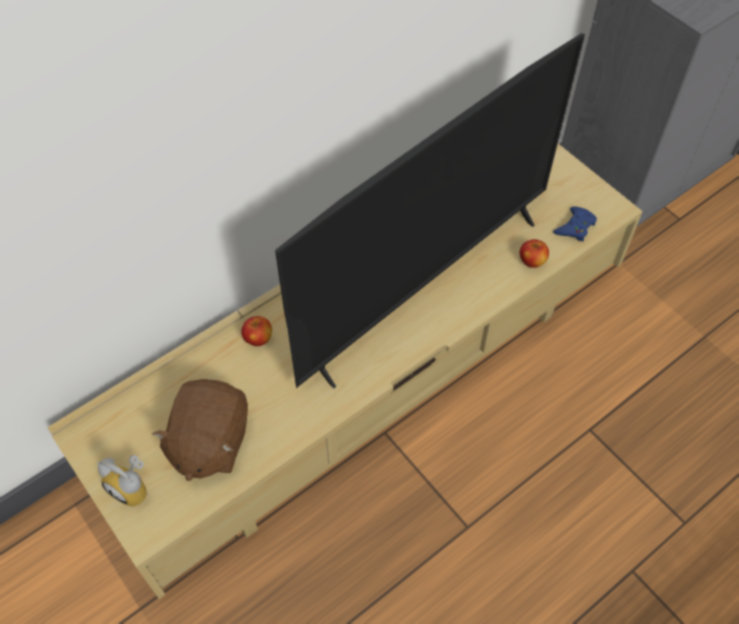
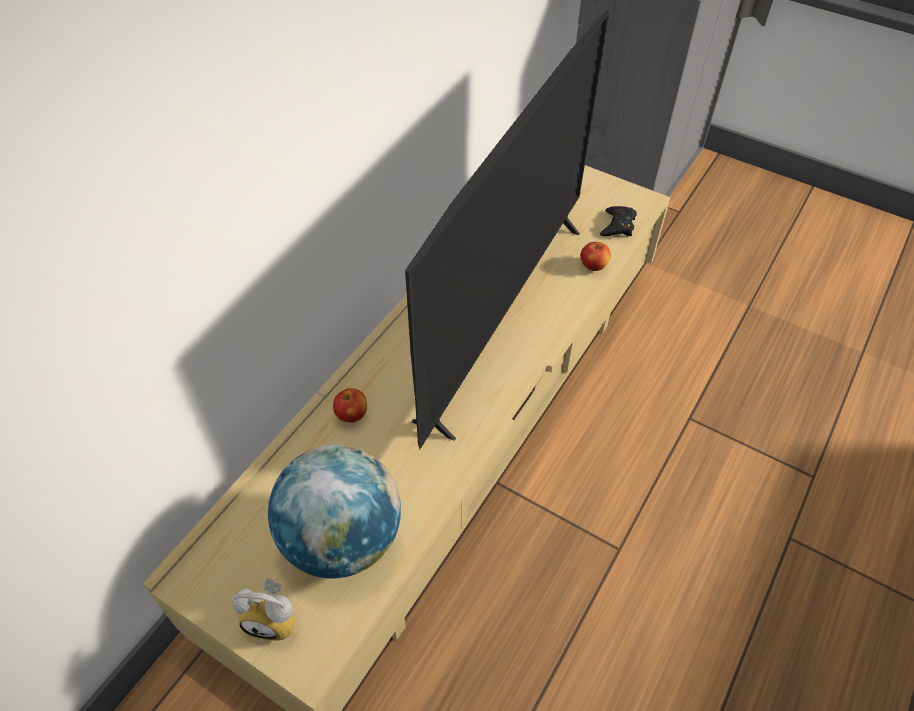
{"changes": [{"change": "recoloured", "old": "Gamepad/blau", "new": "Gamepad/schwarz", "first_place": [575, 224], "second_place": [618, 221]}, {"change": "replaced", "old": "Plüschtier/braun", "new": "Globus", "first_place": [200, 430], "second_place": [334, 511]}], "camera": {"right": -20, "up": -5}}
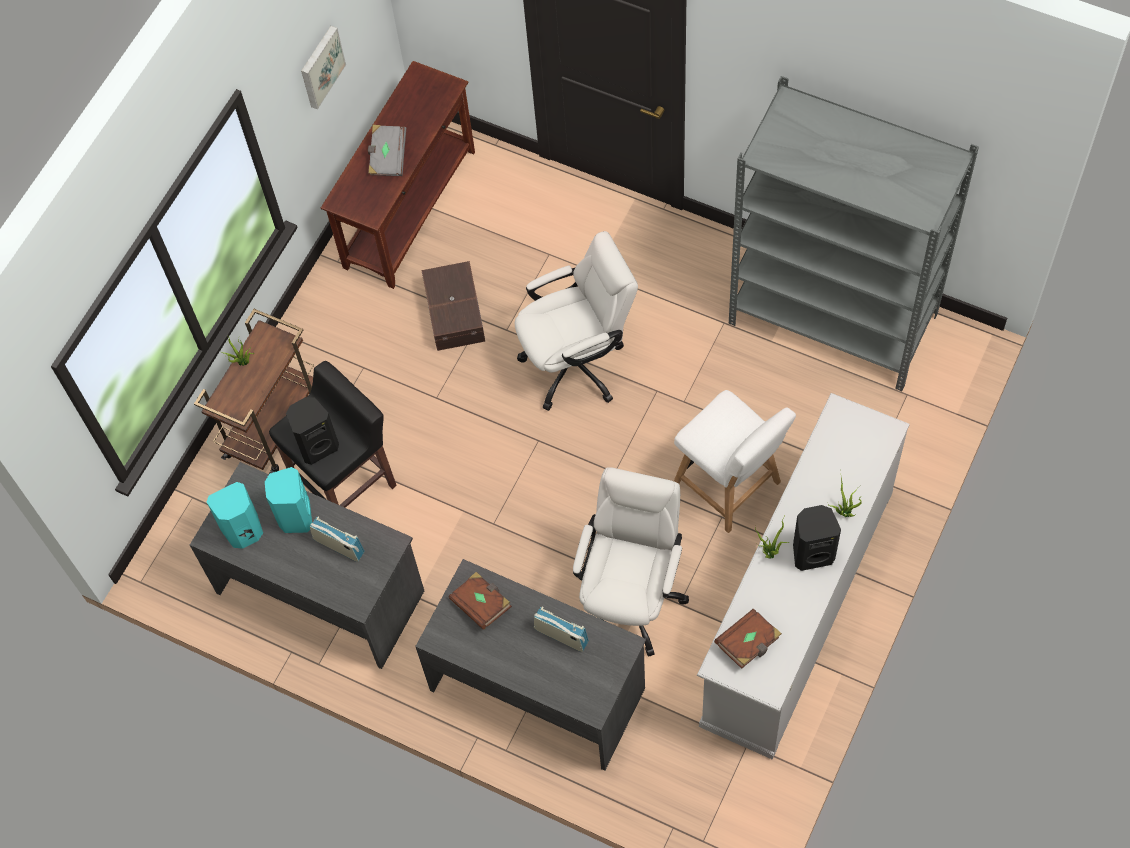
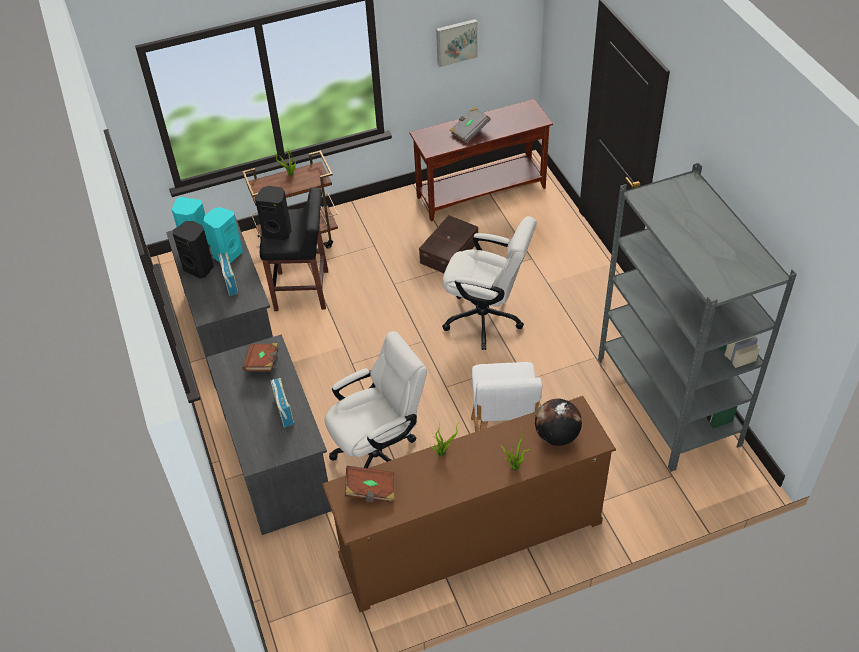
{"changes": [{"change": "recoloured", "old": "Schrank/weiß", "new": "Schrank/braun", "first_place": [803, 576], "second_place": [469, 504]}, {"change": "moved", "old": "Lautsprecher/schwarz", "first_place": [817, 538], "second_place": [193, 250]}, {"change": "added", "new": "Globus", "second_place": [558, 422]}], "camera": {"right": 40, "up": -15}}
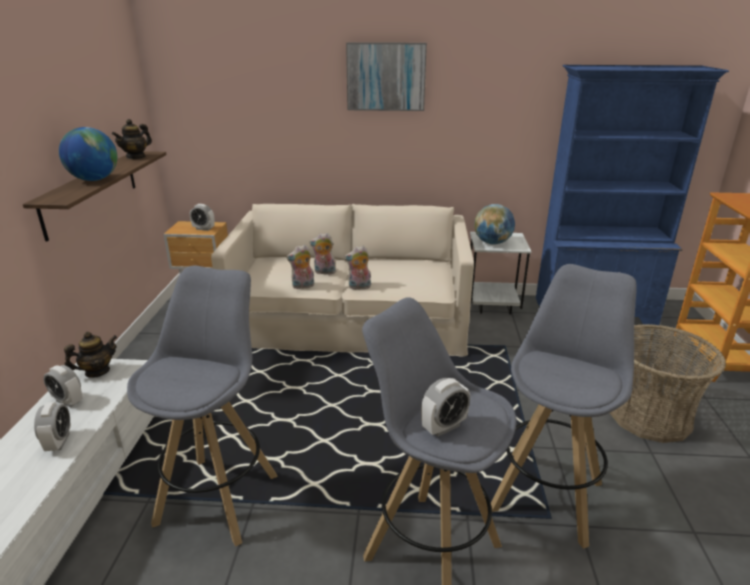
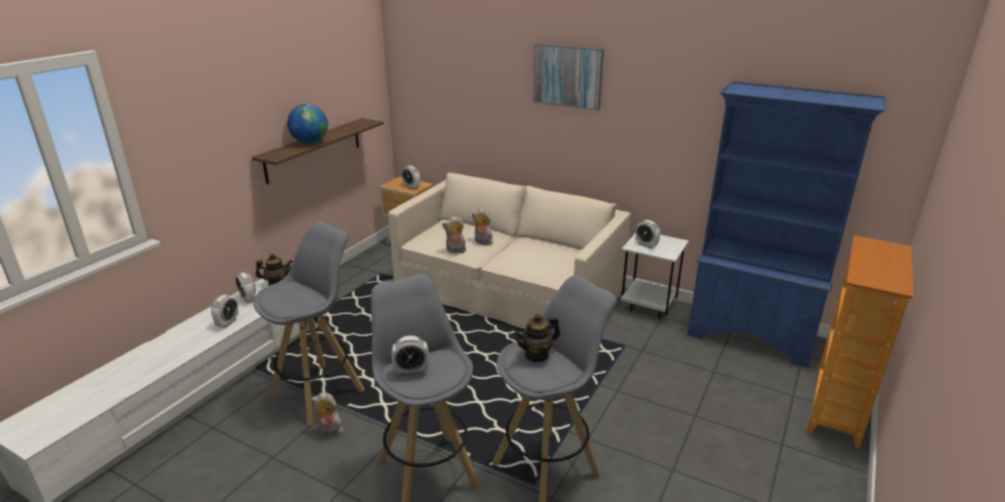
{"changes": [{"change": "moved", "old": "Teekanne", "first_place": [132, 139], "second_place": [537, 338]}, {"change": "replaced", "old": "Globus", "new": "Wecker", "first_place": [494, 224], "second_place": [647, 234]}, {"change": "moved", "old": "Plüschtier", "first_place": [357, 268], "second_place": [327, 414]}, {"change": "removed", "old": "Korb", "first_place": [668, 383]}], "camera": {"right": 25, "up": 0}}
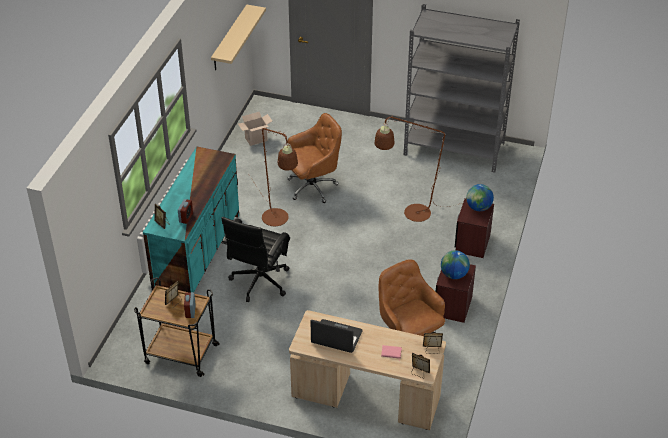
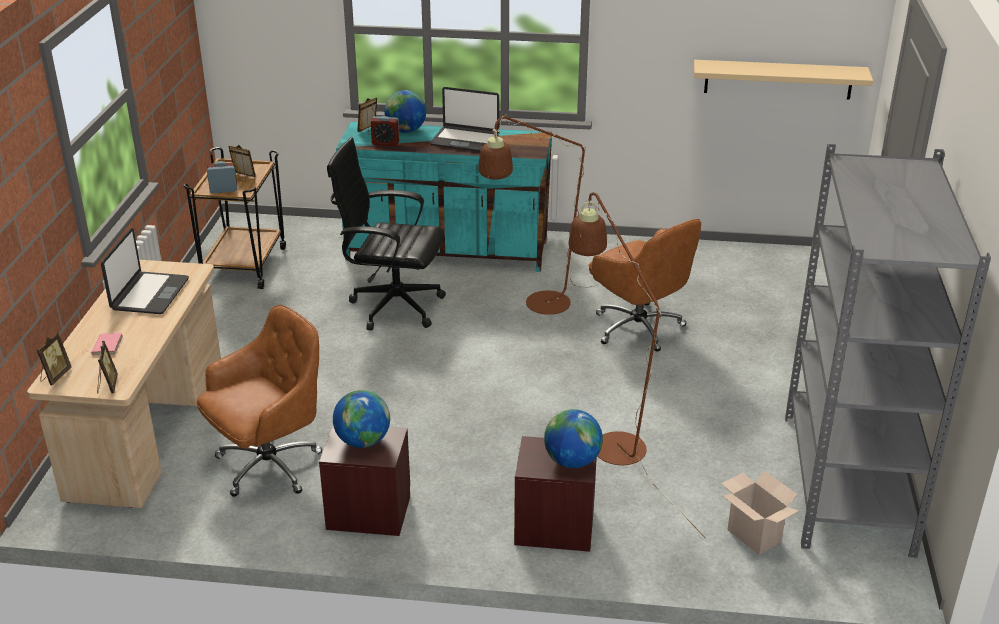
{"changes": [{"change": "moved", "old": "Karton", "first_place": [255, 129], "second_place": [760, 513]}, {"change": "added", "new": "Laptop", "second_place": [464, 119]}, {"change": "added", "new": "Globus", "second_place": [405, 111]}], "camera": {"right": 80, "up": -10}}
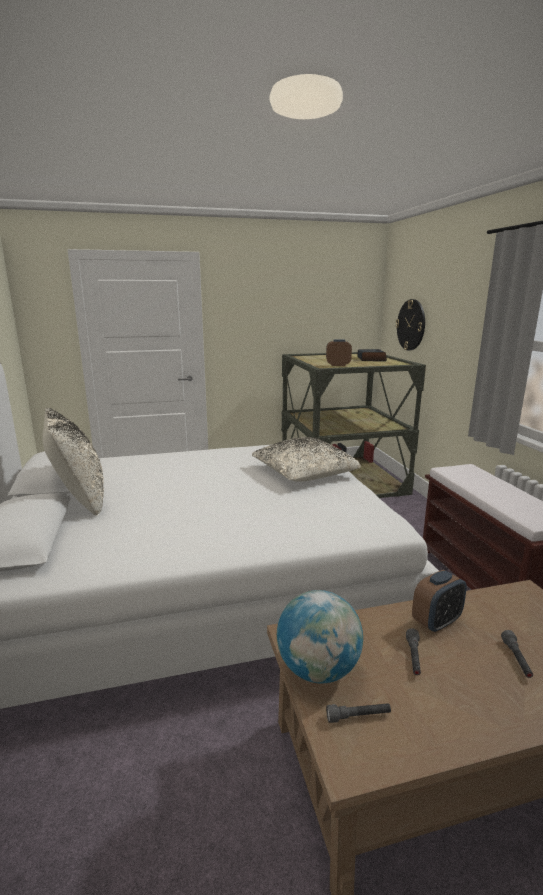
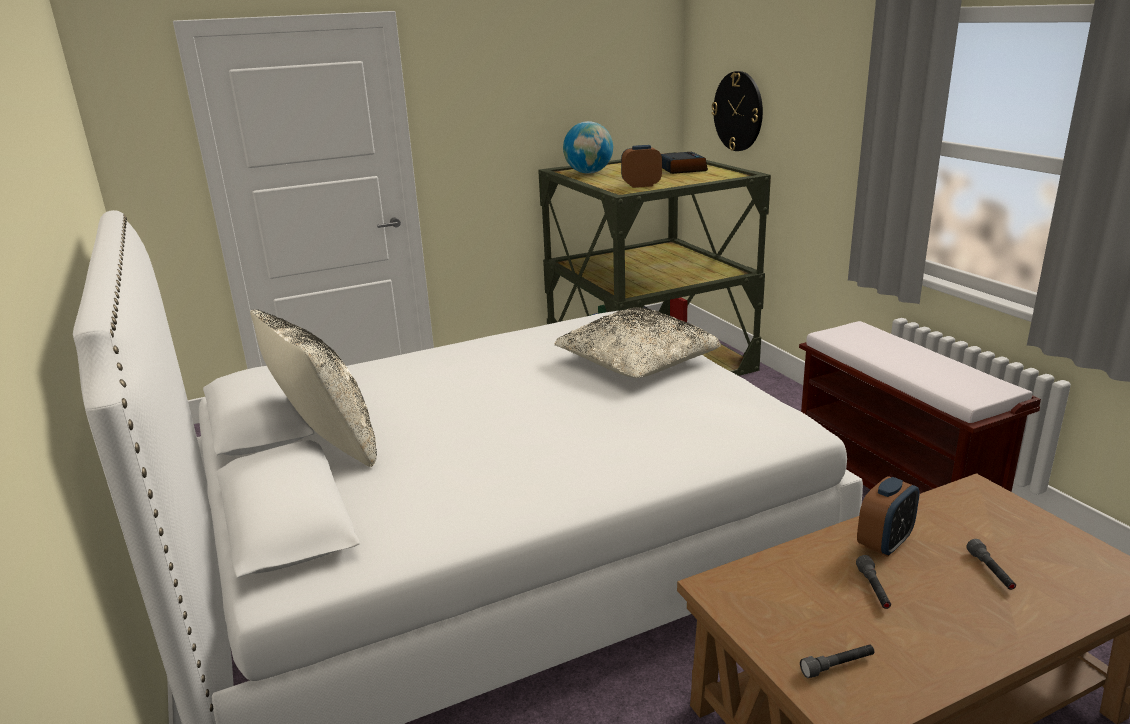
{"changes": [{"change": "moved", "old": "Globus", "first_place": [320, 637], "second_place": [588, 147]}], "camera": {"right": -10, "up": 5}}
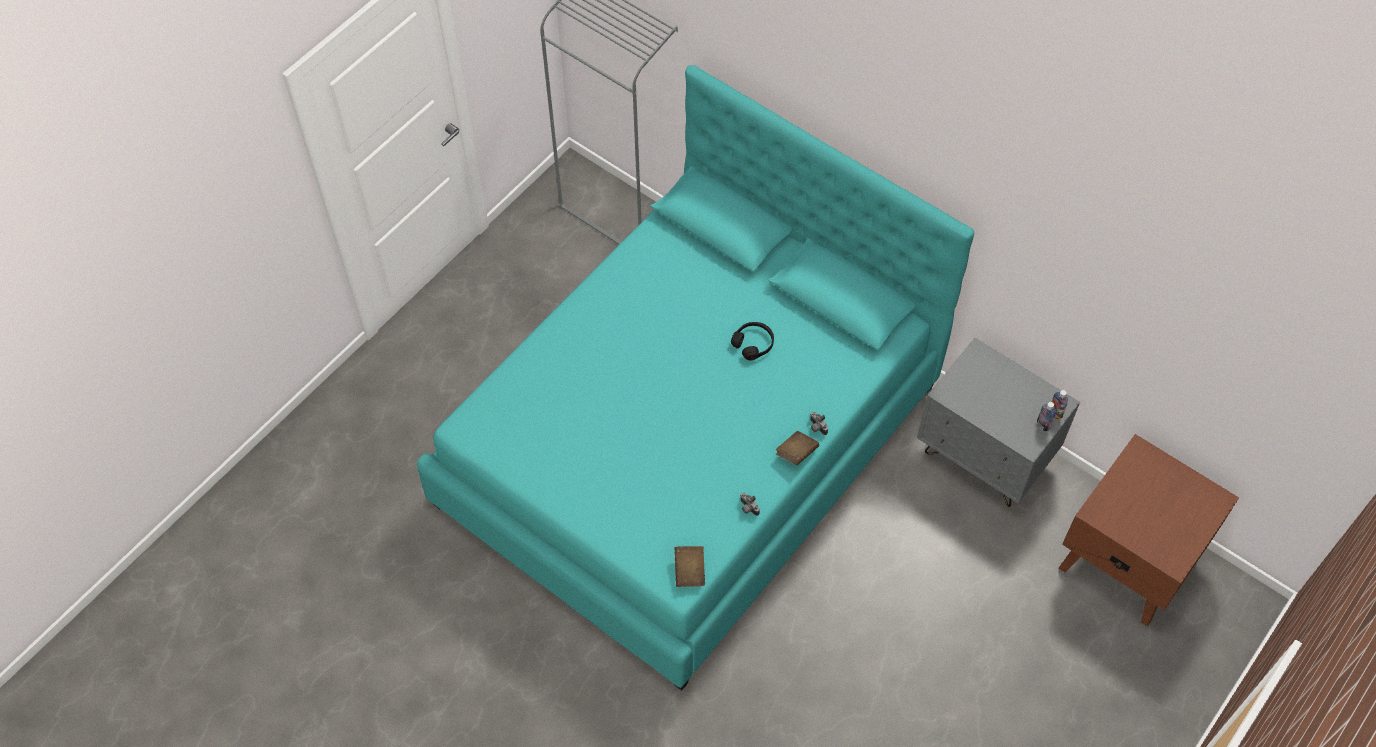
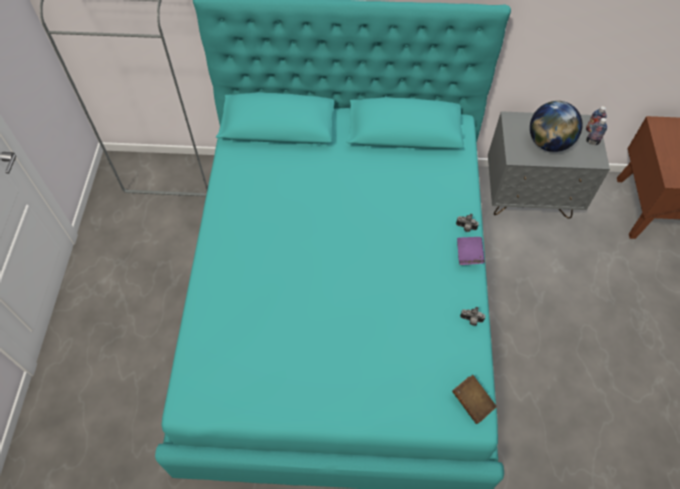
{"changes": [{"change": "removed", "old": "Kopfhörer/schwarz", "first_place": [752, 341]}, {"change": "recoloured", "old": "Buch/braun", "new": "Buch/lila", "first_place": [797, 448], "second_place": [471, 251]}, {"change": "added", "new": "Globus", "second_place": [556, 126]}], "camera": {"right": -35, "up": 0}}
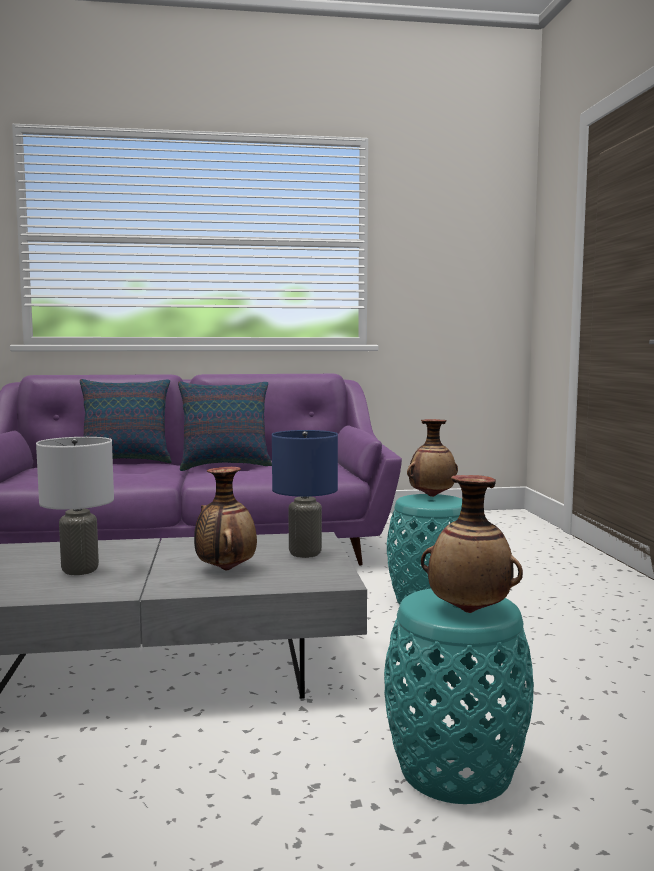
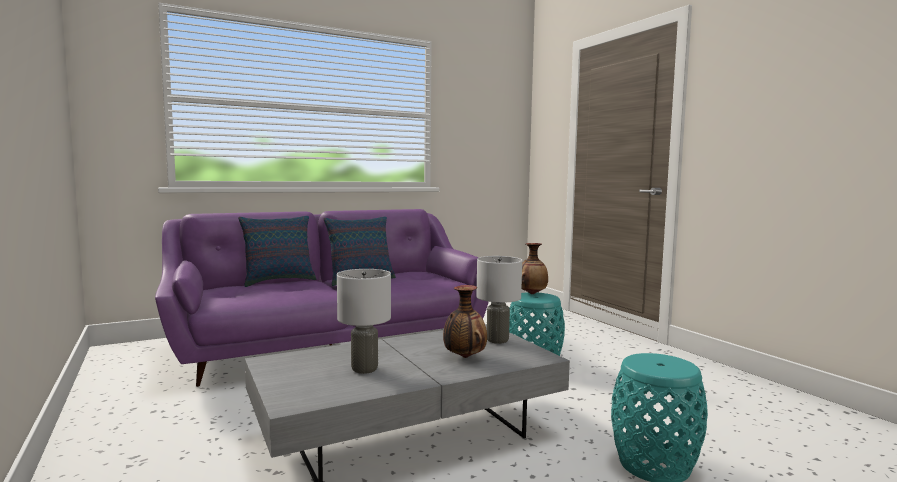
{"changes": [{"change": "recoloured", "old": "Tischlampe/blau", "new": "Tischlampe/weiß", "first_place": [305, 494], "second_place": [499, 300]}, {"change": "removed", "old": "Vase", "first_place": [472, 544]}], "camera": {"right": -20, "up": 0}}
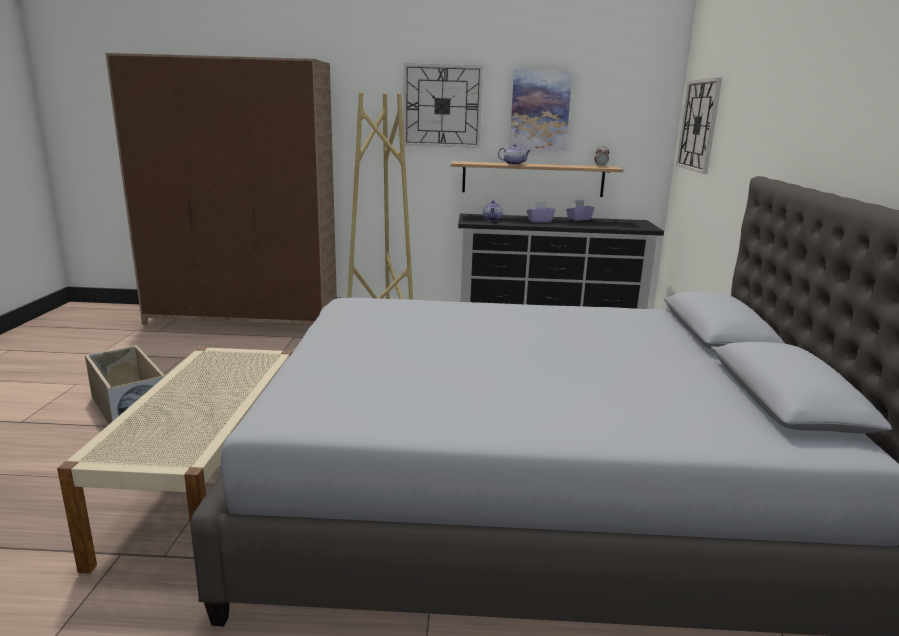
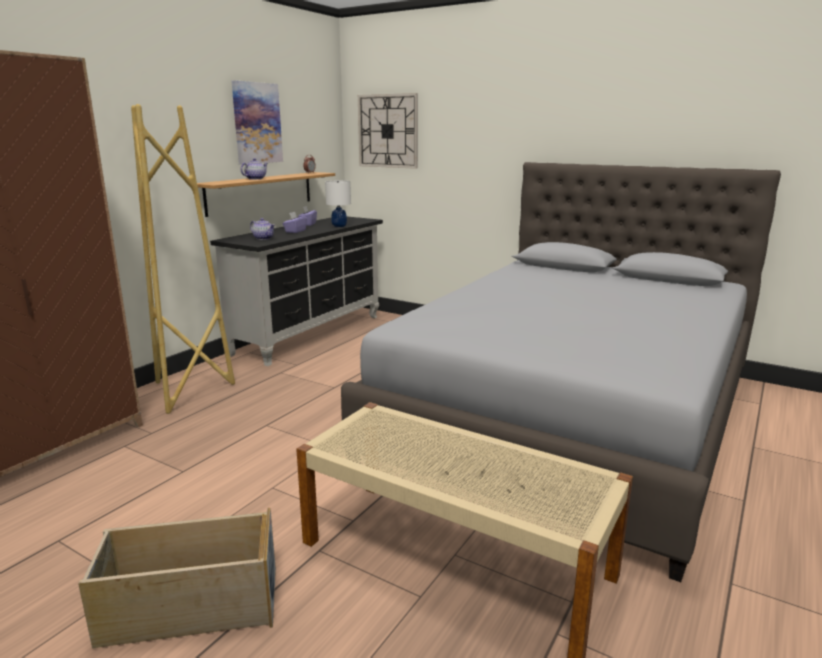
{"changes": [{"change": "removed", "old": "Wanduhr", "first_place": [443, 105]}, {"change": "added", "new": "Tischlampe/weiß", "second_place": [338, 203]}], "camera": {"right": -60, "up": 0}}
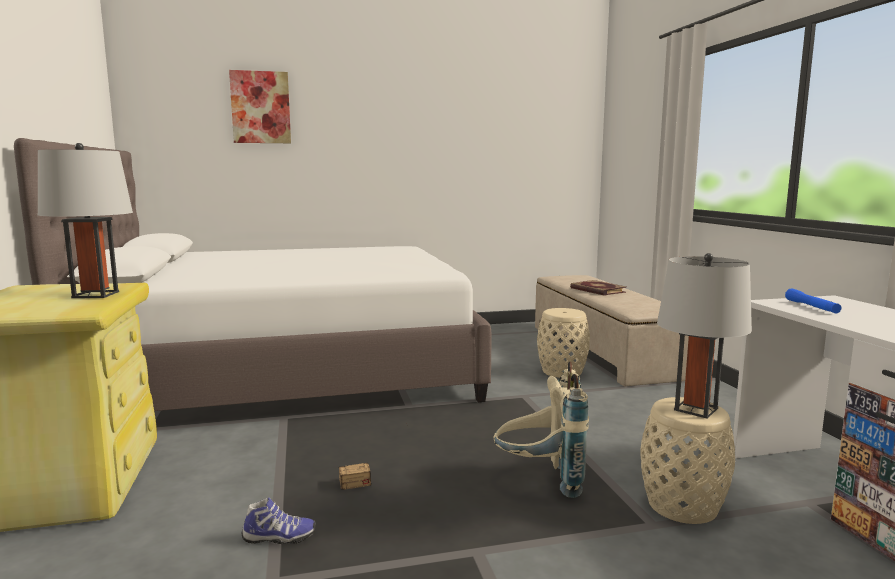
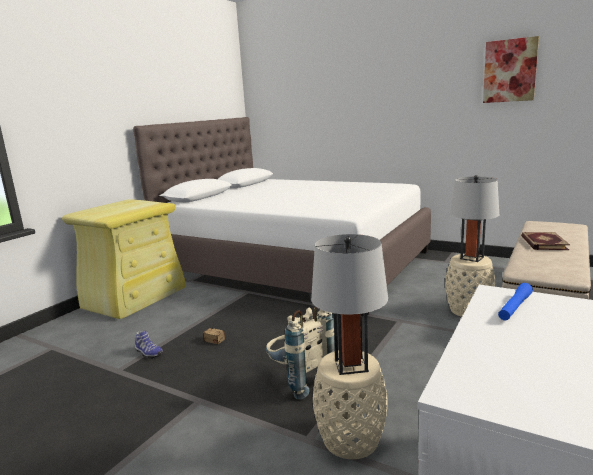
{"changes": [{"change": "moved", "old": "Bild", "first_place": [260, 106], "second_place": [511, 69]}, {"change": "moved", "old": "Tischlampe/grau", "first_place": [85, 220], "second_place": [474, 218]}], "camera": {"right": 45, "up": 5}}
